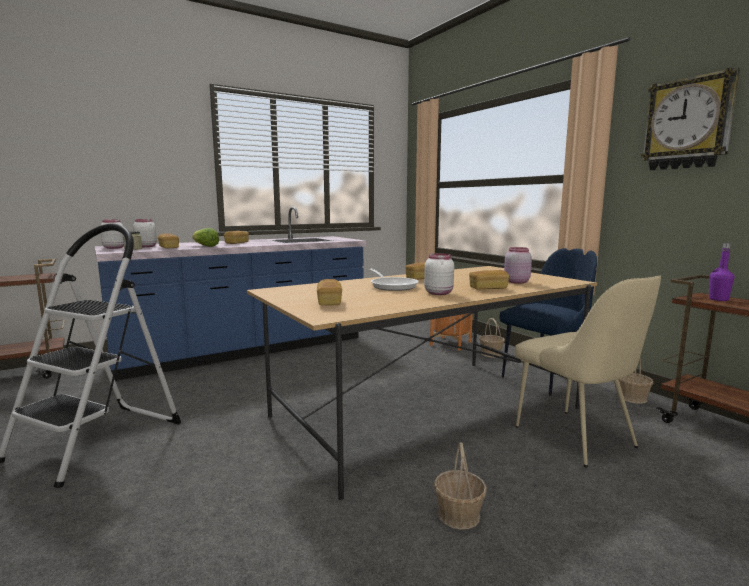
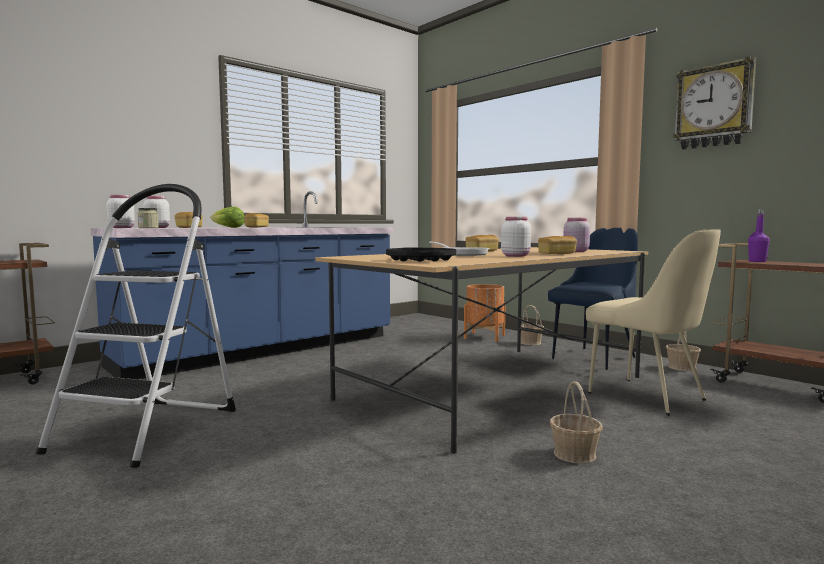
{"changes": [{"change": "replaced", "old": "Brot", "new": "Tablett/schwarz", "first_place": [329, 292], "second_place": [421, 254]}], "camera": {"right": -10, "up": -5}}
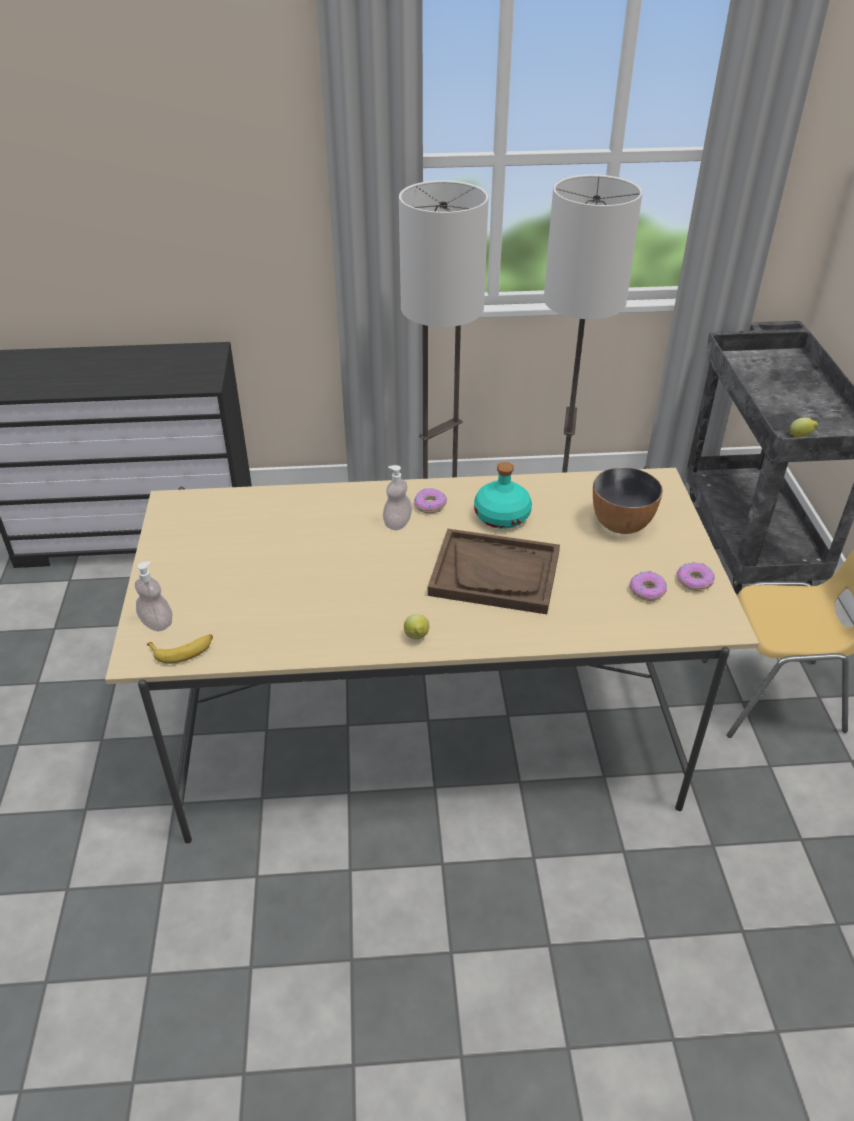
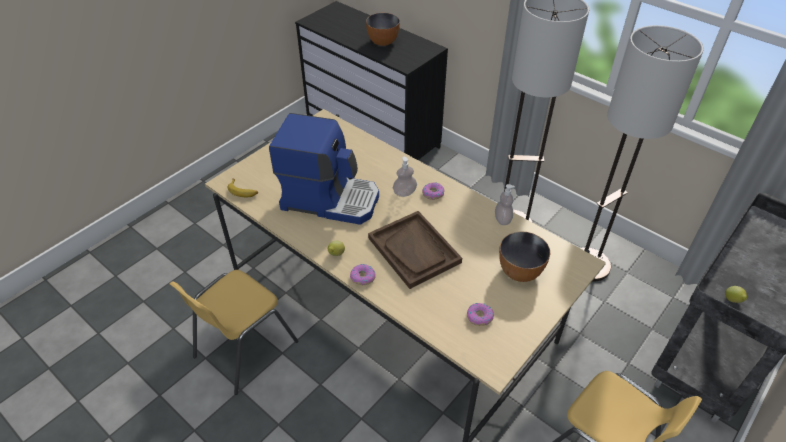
{"changes": [{"change": "removed", "old": "Flasche/türkis", "first_place": [503, 495]}, {"change": "moved", "old": "Seifenspender", "first_place": [153, 596], "second_place": [505, 204]}, {"change": "moved", "old": "Donut", "first_place": [696, 576], "second_place": [363, 274]}, {"change": "added", "new": "Schüssel", "second_place": [383, 29]}, {"change": "added", "new": "Kaffeemaschine", "second_place": [324, 169]}, {"change": "added", "new": "Stuhl/gelb", "second_place": [234, 332]}], "camera": {"right": 45, "up": 5}}
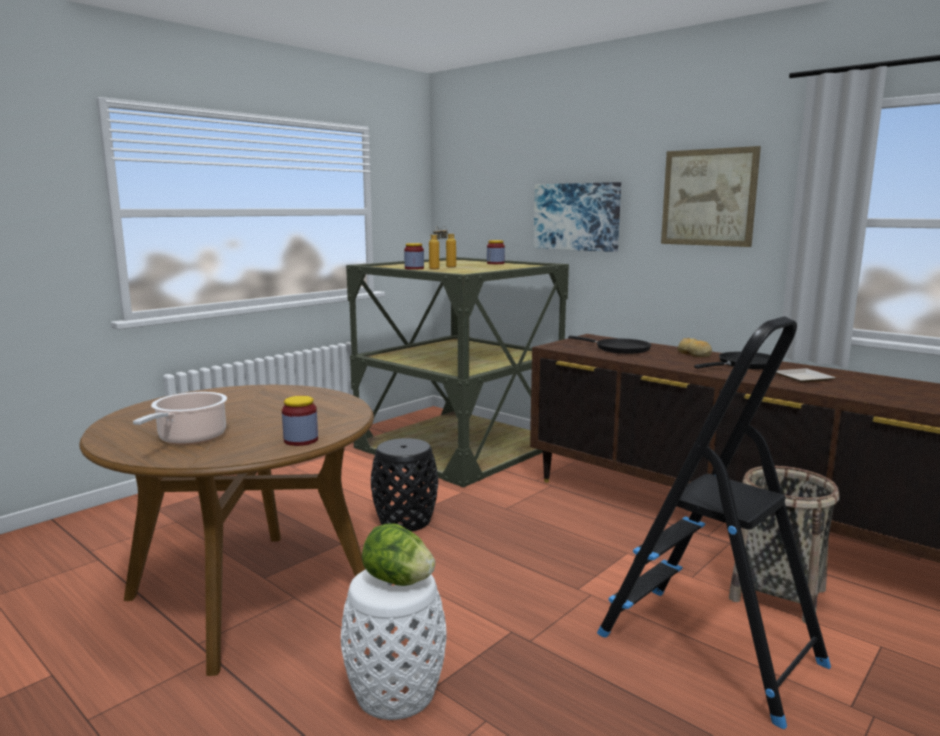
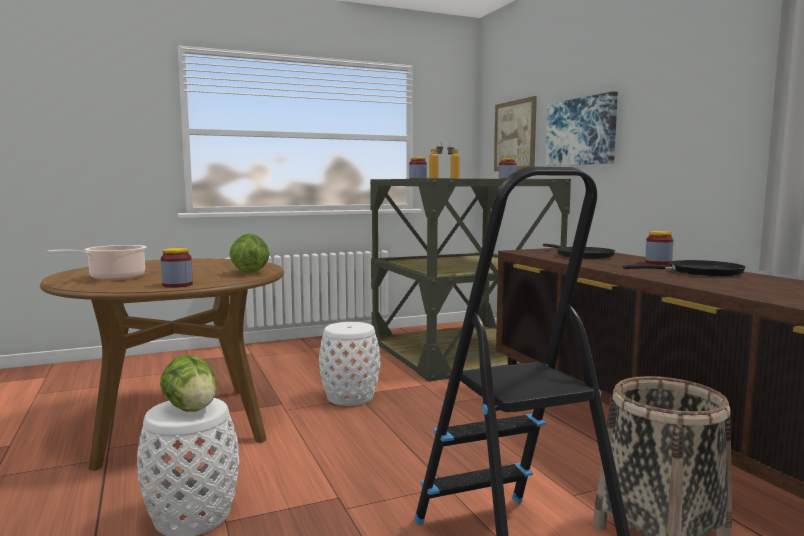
{"changes": [{"change": "moved", "old": "Bild", "first_place": [711, 196], "second_place": [515, 133]}, {"change": "replaced", "old": "Brot", "new": "Vorratsglas", "first_place": [694, 347], "second_place": [659, 248]}, {"change": "removed", "old": "Teller", "first_place": [806, 375]}, {"change": "recoloured", "old": "Hocker/schwarz", "new": "Hocker/weiß", "first_place": [404, 485], "second_place": [350, 364]}, {"change": "added", "new": "Salatkopf", "second_place": [250, 253]}], "camera": {"right": 25, "up": -5}}
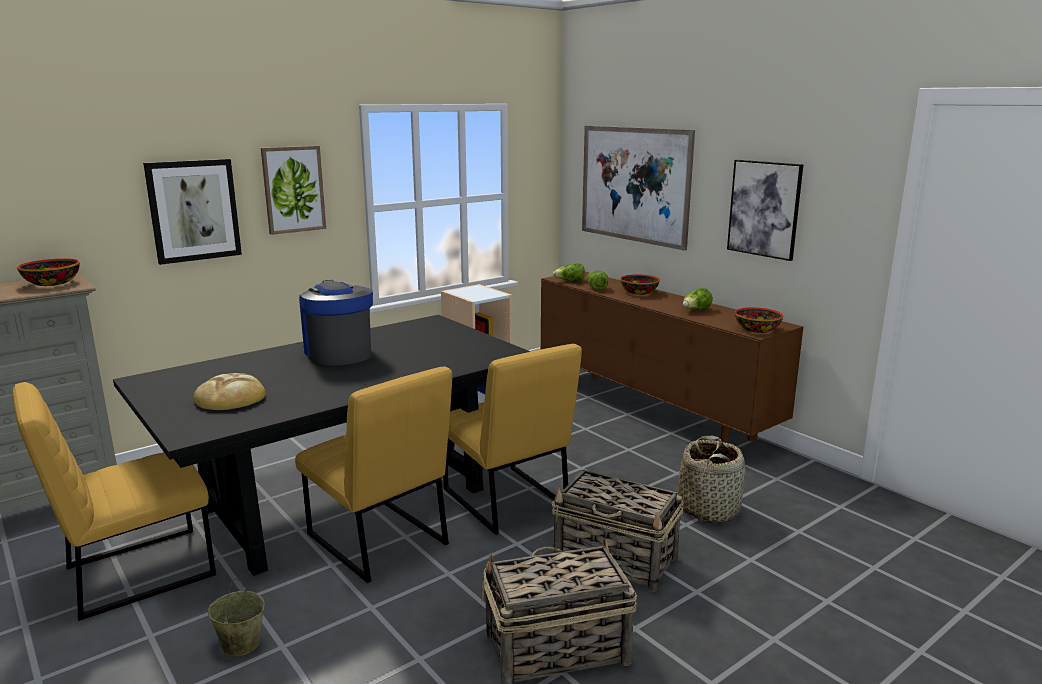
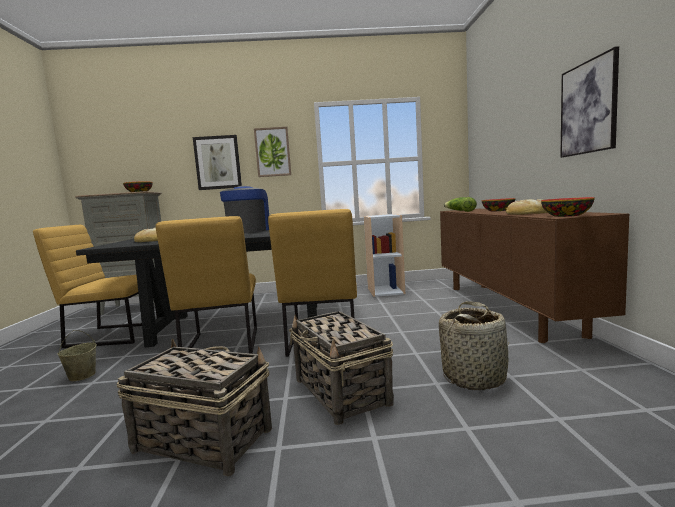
{"changes": [{"change": "removed", "old": "Bild", "first_place": [638, 188]}, {"change": "replaced", "old": "Salatkopf", "new": "Brot", "first_place": [698, 299], "second_place": [527, 207]}], "camera": {"right": 35, "up": -10}}
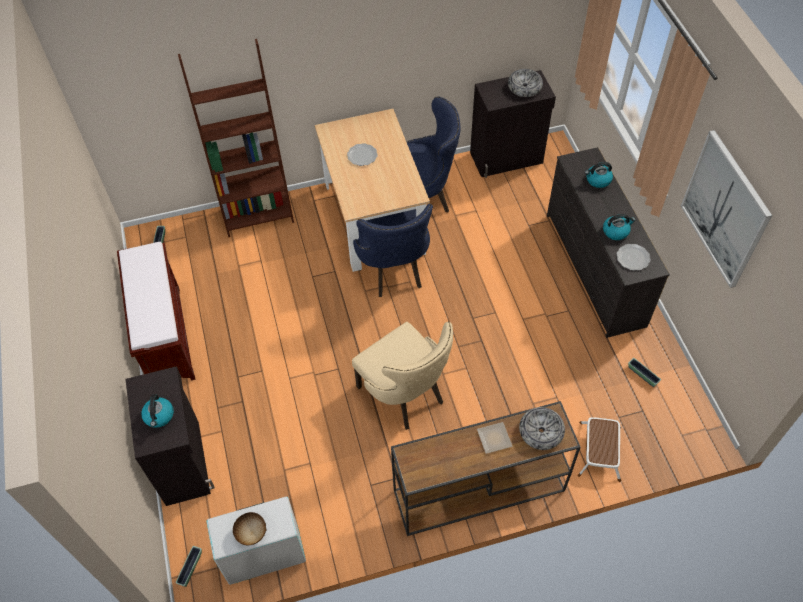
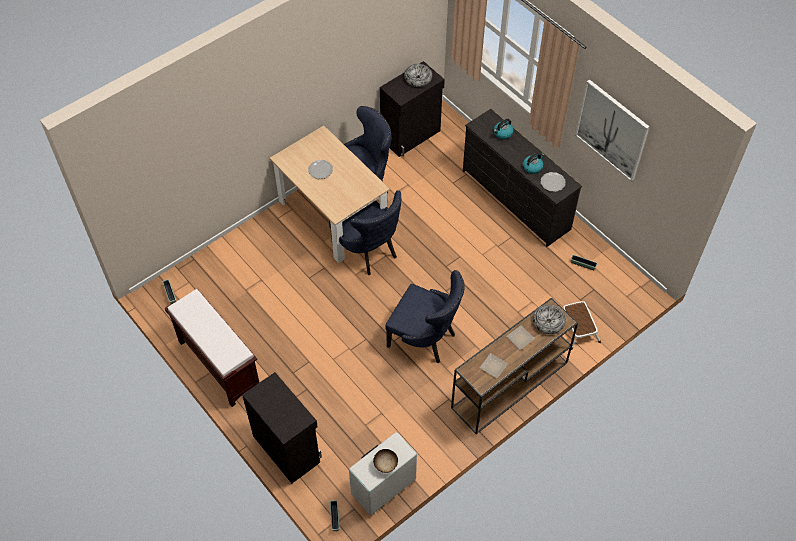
{"changes": [{"change": "removed", "old": "Bücherregal/braun", "first_place": [236, 138]}, {"change": "recoloured", "old": "Stuhl/beige", "new": "Stuhl/blau", "first_place": [402, 376], "second_place": [425, 316]}, {"change": "removed", "old": "Wasserkessel", "first_place": [157, 411]}, {"change": "added", "new": "Teller", "second_place": [494, 365]}], "camera": {"right": -25, "up": 0}}
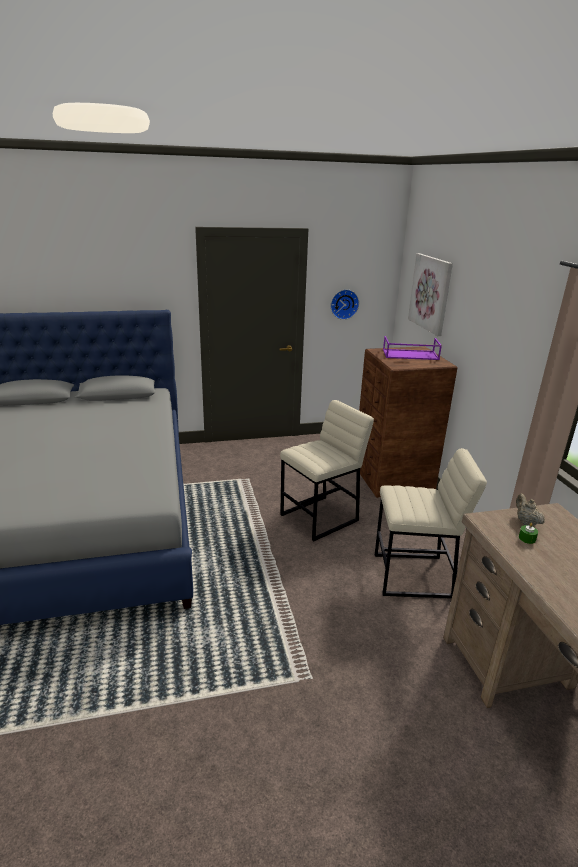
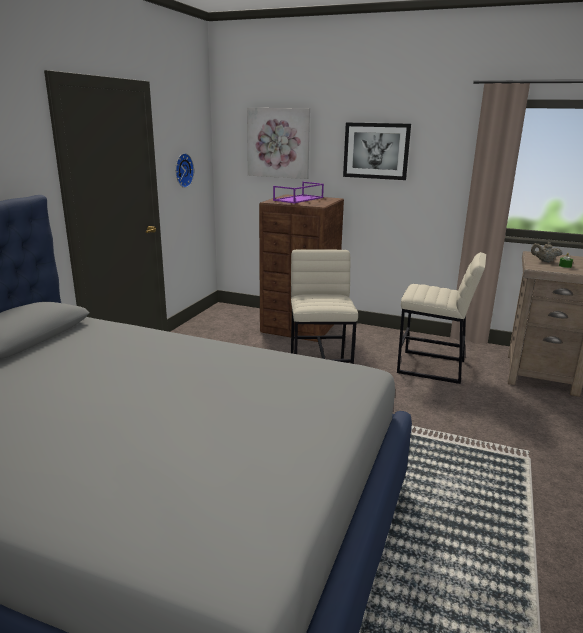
{"changes": [{"change": "turned", "old": "Stuhl/beige", "first_place": [431, 523], "second_place": [441, 318], "degrees": 75}, {"change": "added", "new": "Bild", "second_place": [377, 151]}], "camera": {"right": -55, "up": -5}}
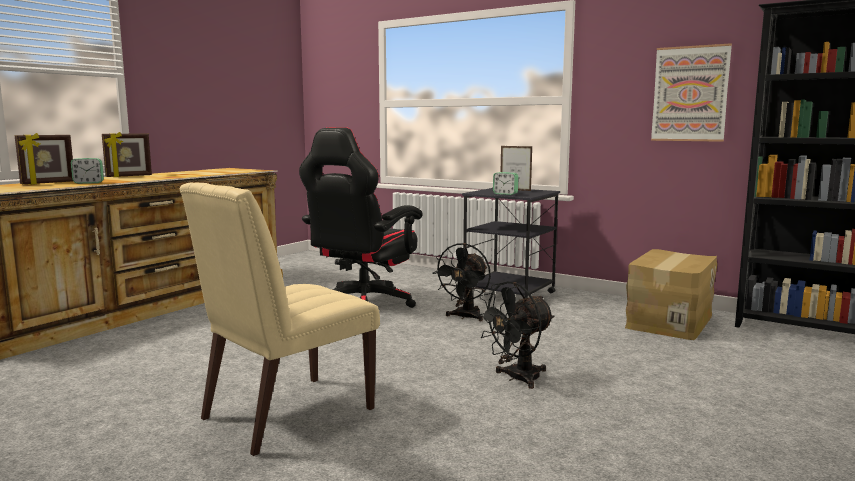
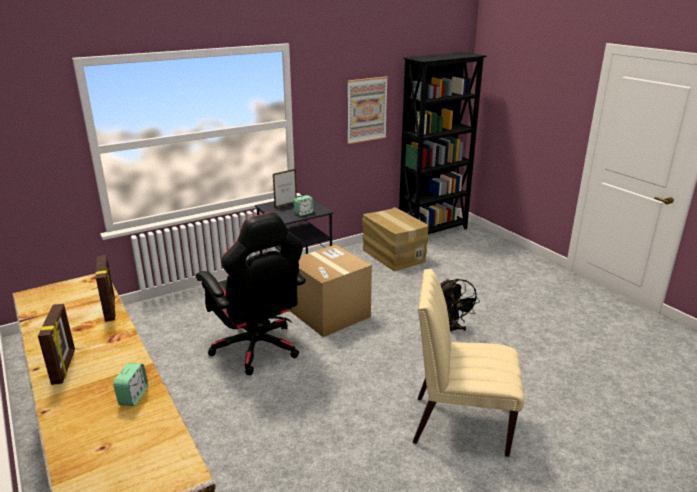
{"changes": [{"change": "moved", "old": "Bilderrahmen", "first_place": [44, 159], "second_place": [106, 288]}, {"change": "turned", "old": "Stuhl/beige", "first_place": [280, 319], "second_place": [469, 363], "degrees": 120}, {"change": "replaced", "old": "Ventilator/schwarz", "new": "Karton", "first_place": [461, 282], "second_place": [331, 291]}], "camera": {"right": -65, "up": 15}}
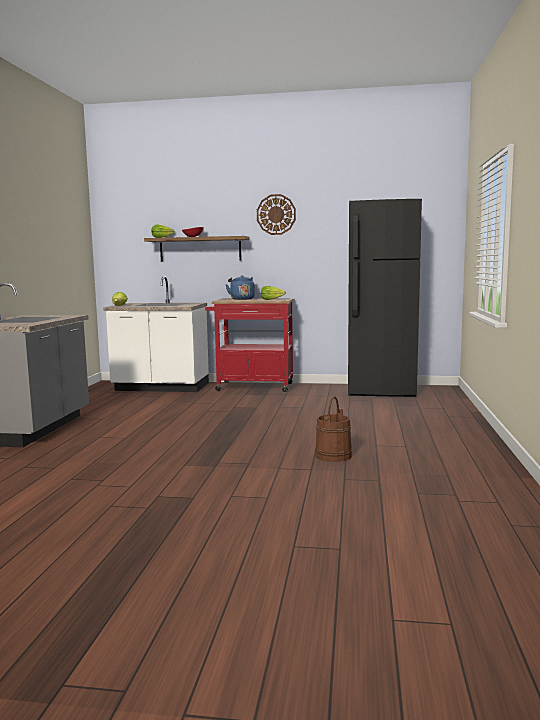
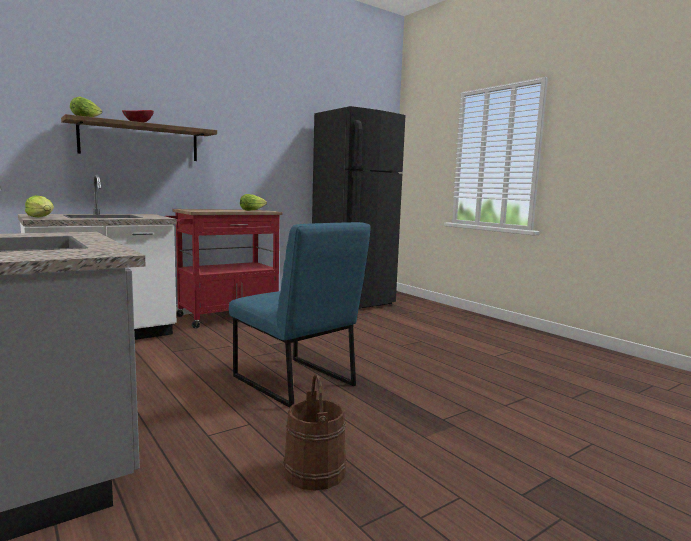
{"changes": [{"change": "removed", "old": "Wanduhr", "first_place": [276, 214]}, {"change": "removed", "old": "Wasserkessel/blau", "first_place": [240, 287]}, {"change": "moved", "old": "Eimer/braun", "first_place": [333, 429], "second_place": [315, 432]}, {"change": "added", "new": "Stuhl/blau", "second_place": [300, 315]}], "camera": {"right": -45, "up": 0}}
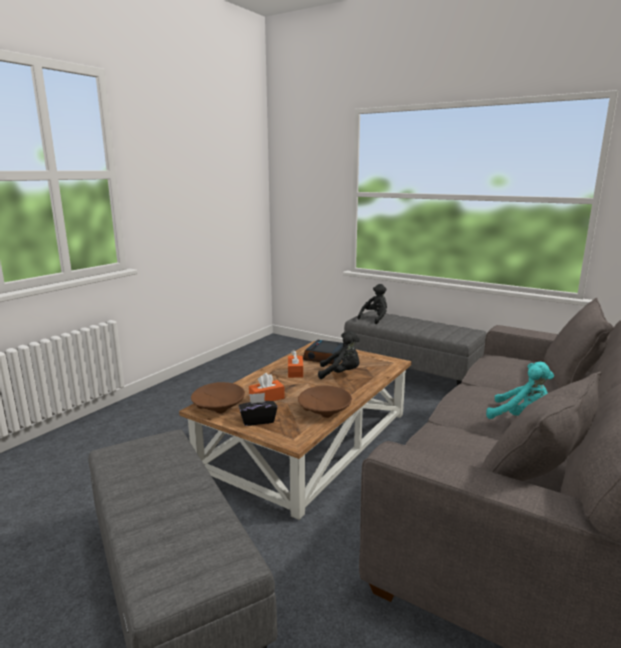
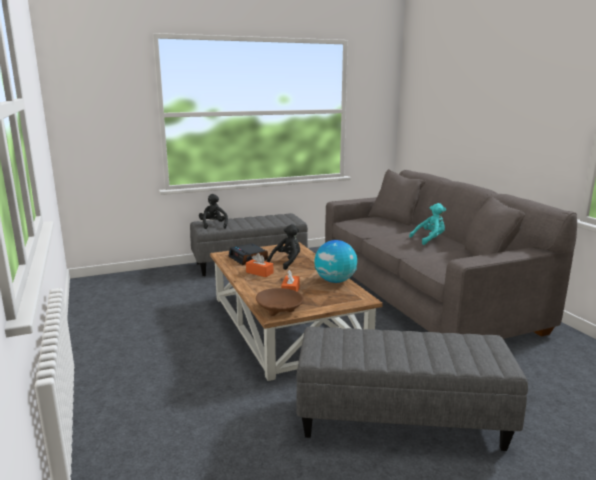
{"changes": [{"change": "replaced", "old": "Schüssel/braun", "new": "Globus", "first_place": [325, 401], "second_place": [335, 261]}, {"change": "removed", "old": "Taschentuchbox/schwarz", "first_place": [258, 409]}], "camera": {"right": -55, "up": 0}}
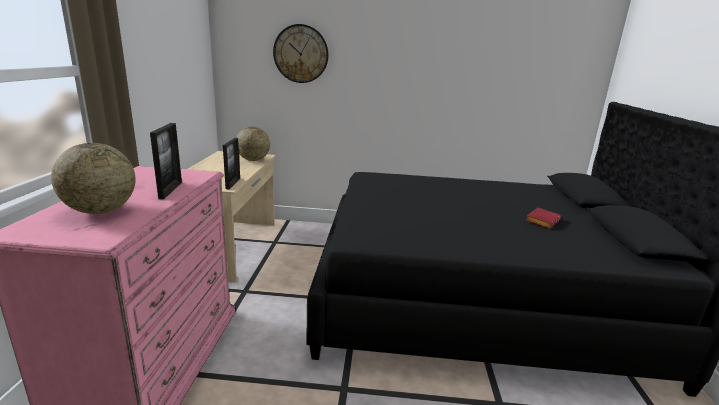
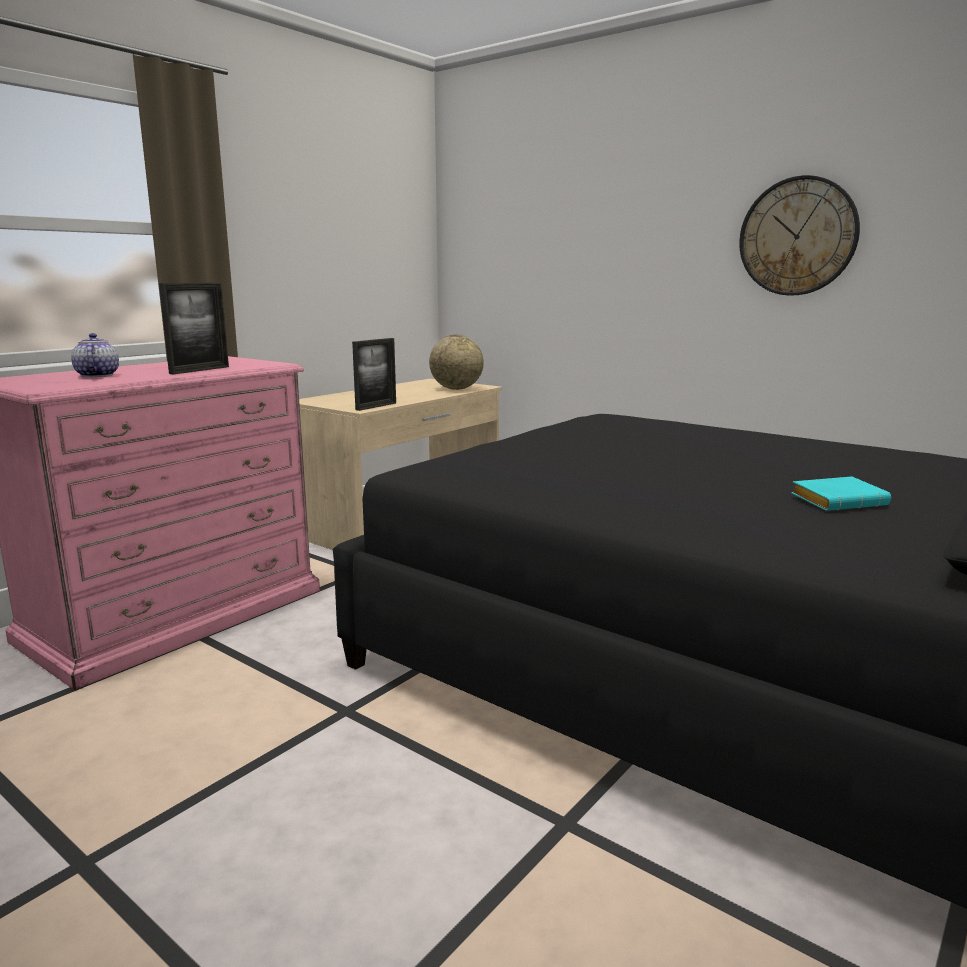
{"changes": [{"change": "moved", "old": "Wanduhr", "first_place": [301, 53], "second_place": [799, 235]}, {"change": "replaced", "old": "Globus", "new": "Teekanne", "first_place": [93, 178], "second_place": [95, 355]}, {"change": "recoloured", "old": "Buch/rot", "new": "Buch/türkis", "first_place": [543, 218], "second_place": [841, 493]}], "camera": {"right": 35, "up": -5}}
